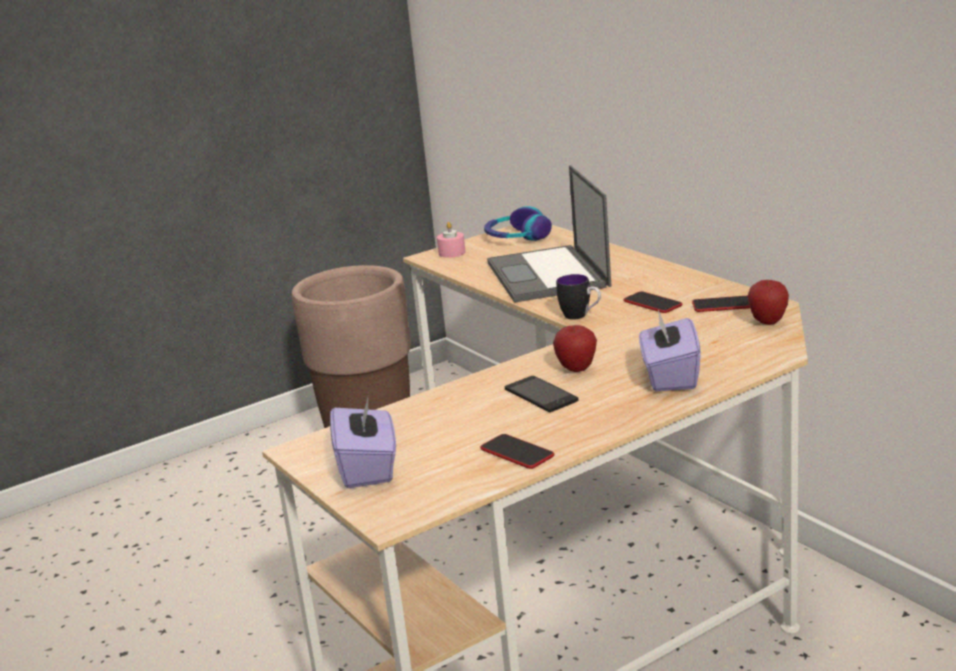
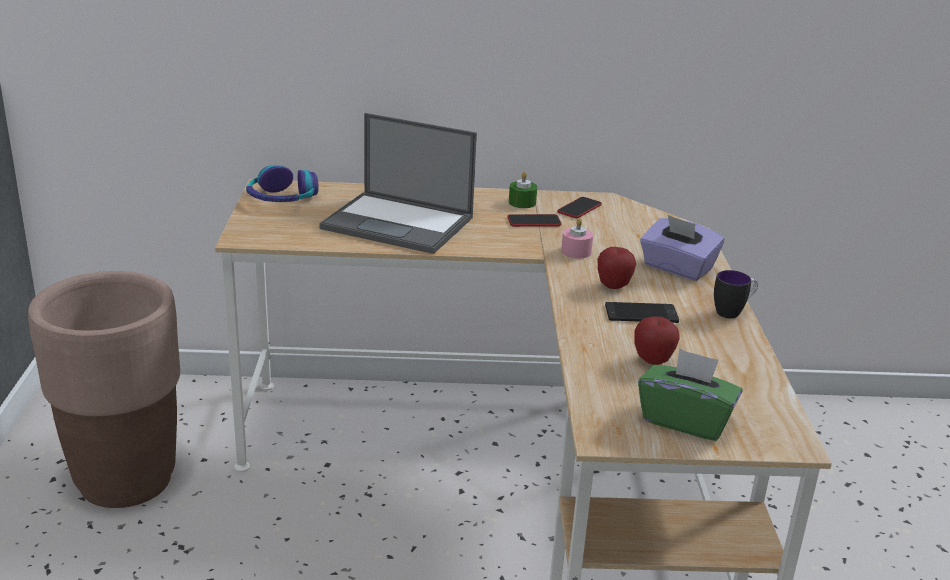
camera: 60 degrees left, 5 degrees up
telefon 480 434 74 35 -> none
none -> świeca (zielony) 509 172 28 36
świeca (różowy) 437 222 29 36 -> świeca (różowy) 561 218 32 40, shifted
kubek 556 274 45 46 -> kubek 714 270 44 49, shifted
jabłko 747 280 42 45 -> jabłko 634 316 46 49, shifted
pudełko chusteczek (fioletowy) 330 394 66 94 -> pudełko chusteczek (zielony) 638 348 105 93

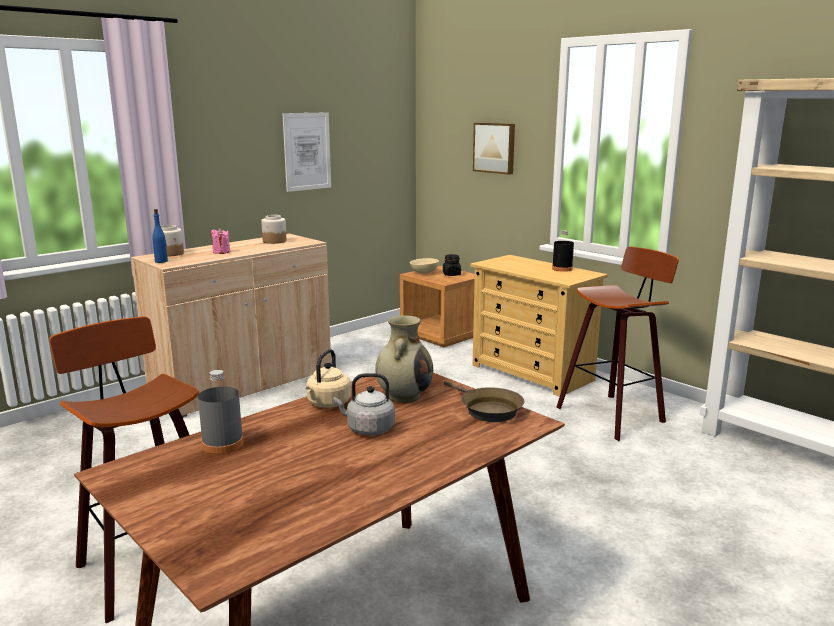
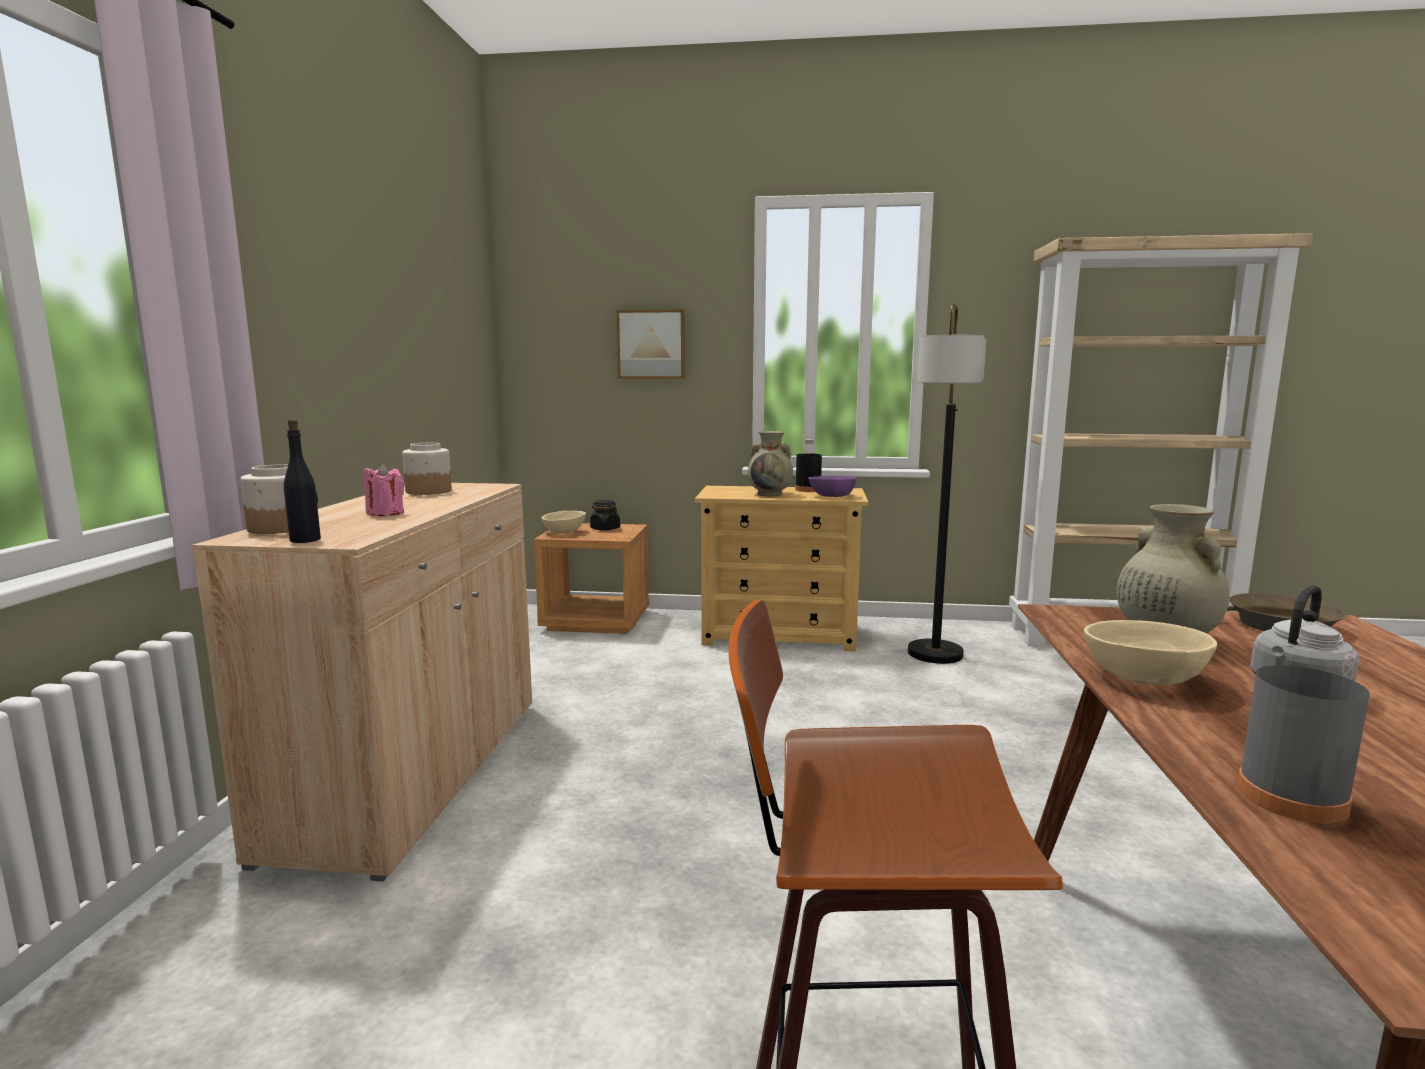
camera: 40 degrees left, 5 degrees down
obraz 282 112 49 80 -> none
none -> wazon (beżowy) 748 431 45 65
none -> miska (fioletowy) 808 476 49 21
czajnik (beżowy) 306 349 45 59 -> miska (beżowy) 1084 620 133 65
stołek 557 247 122 194 -> lampa stojąca 908 303 78 361
butelka (niebieski) 152 209 16 54 -> butelka (czarny) 284 419 37 124

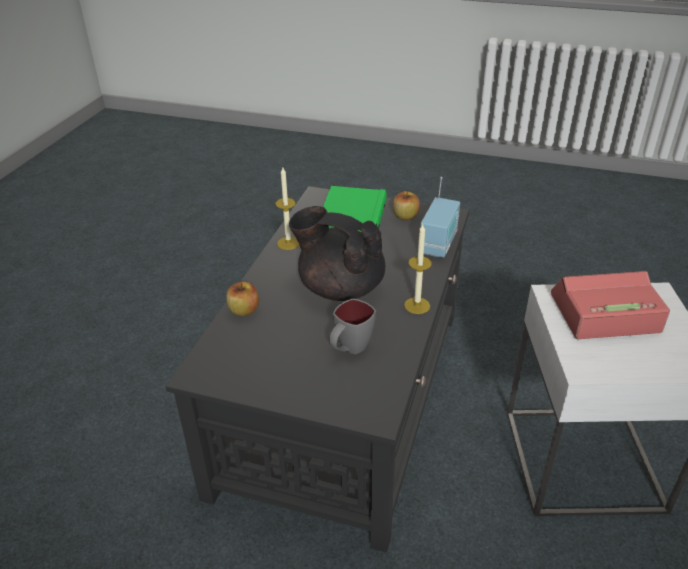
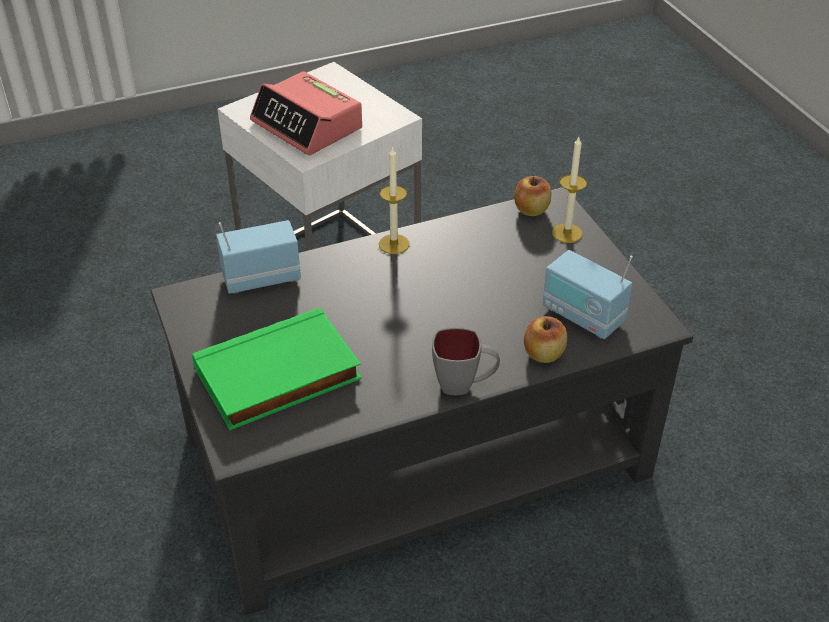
camera: 130 degrees left, 5 degrees up
imbryk (czarny) 289 206 96 95 -> none
none -> radio 543 250 90 89
świeca 276 167 23 83 -> świeca 552 137 35 106, shifted
kubek (szary) 329 299 47 55 -> kubek (szary) 432 327 68 68, shifted
jabłko 393 191 27 29 -> jabłko 514 176 38 40, shifted

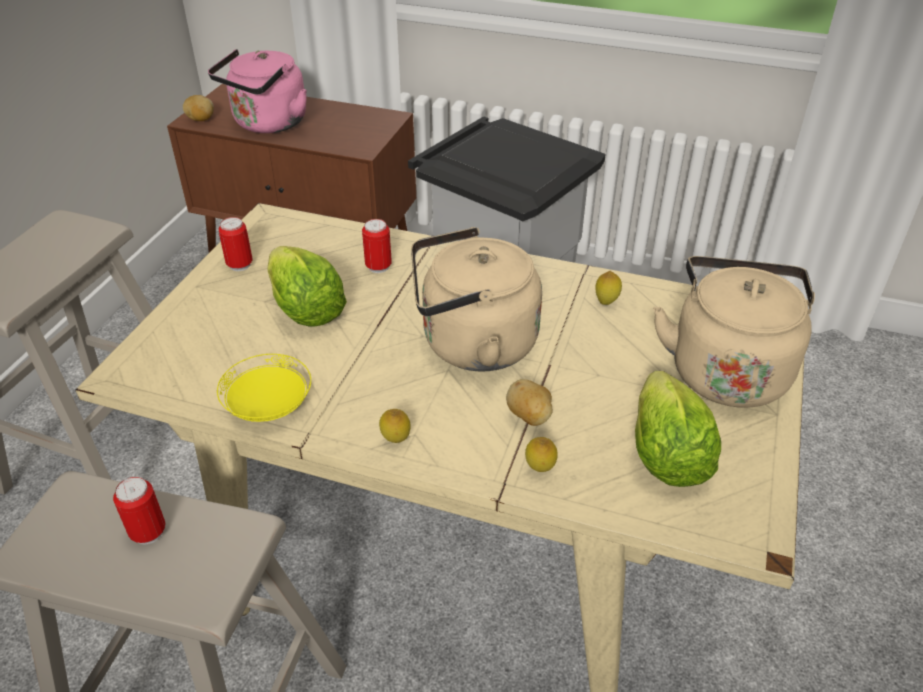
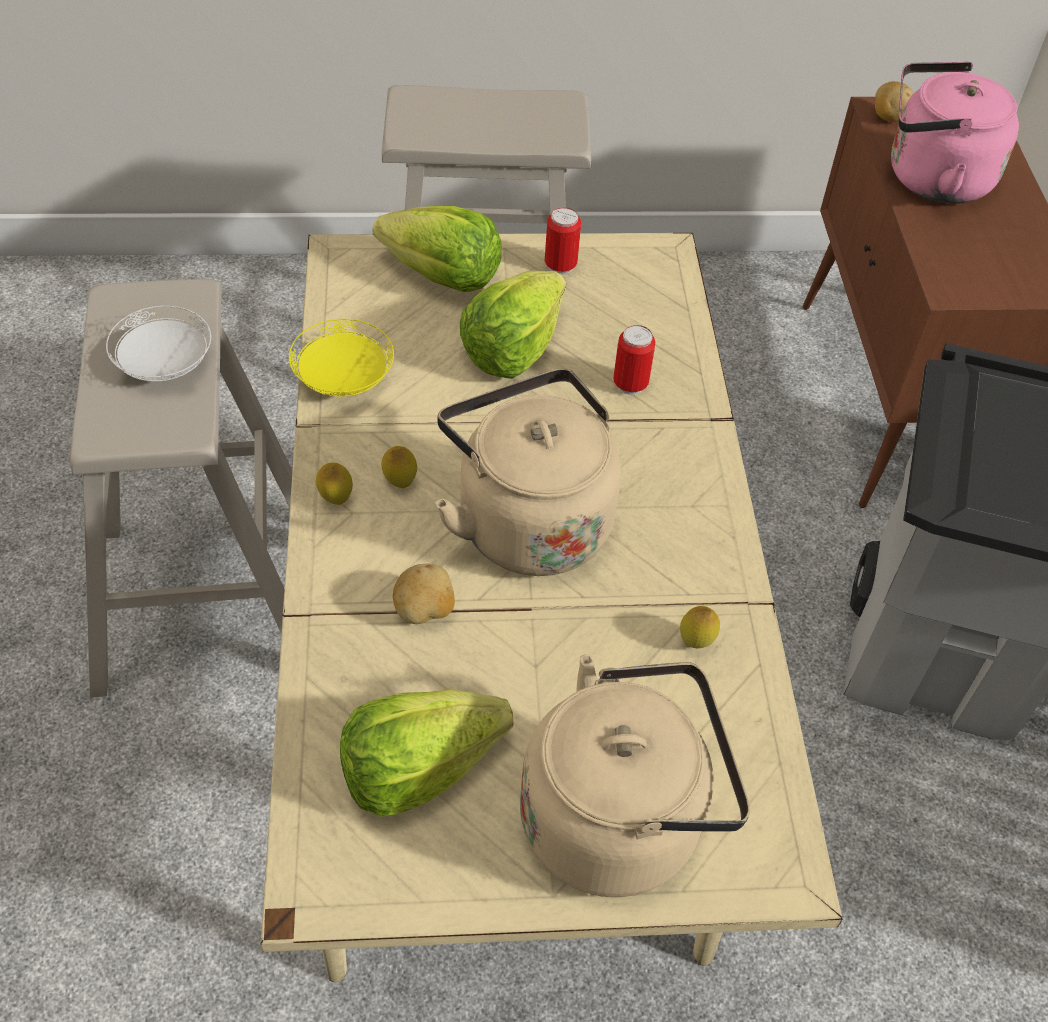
camera: 65 degrees right, 10 degrees up
none -> sałata 372 206 130 86
cytryna 525 437 33 35 -> cytryna 381 446 36 42, shifted
puszka 113 477 53 67 -> talerz (biały) 106 306 105 75

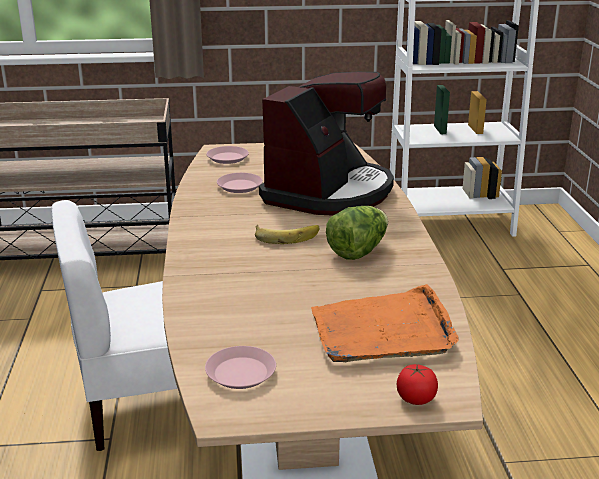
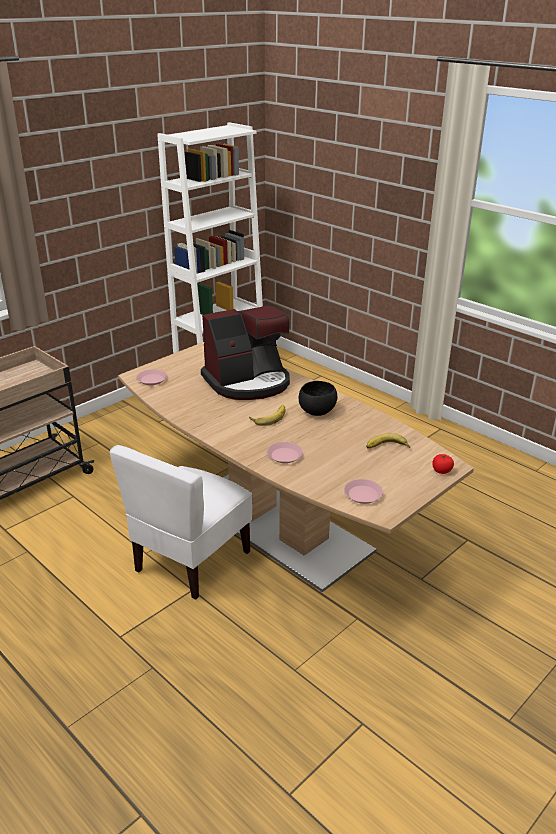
camera: 40 degrees left, 5 degrees up
talerz (różowy) 217 173 46 20 -> talerz (różowy) 267 442 36 21, shifted
taca (pomarańczowy) 311 284 148 78 -> banan 366 433 44 16
sałata 326 206 62 54 -> miska (czarny) 299 381 38 35
ekspres do kawy 259 72 135 144 -> ekspres do kawy 201 306 89 94, 75 degrees clockwise

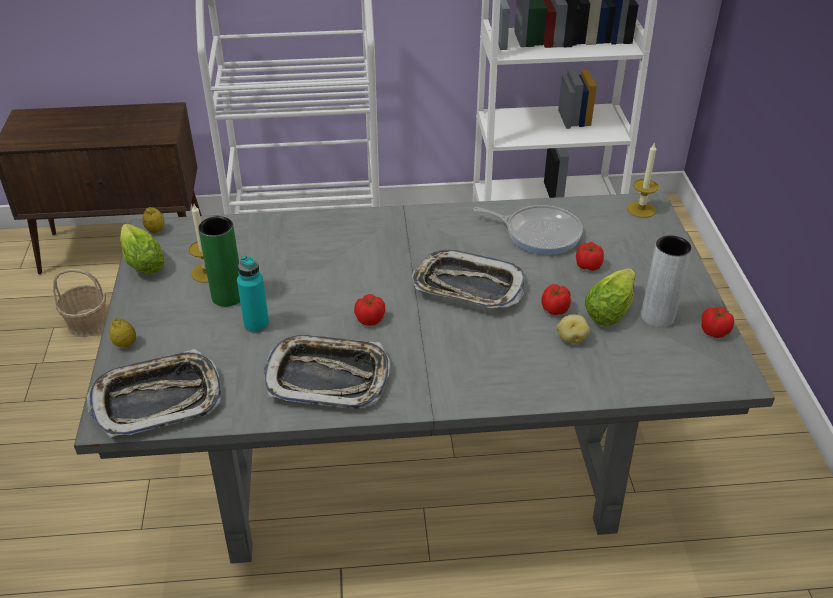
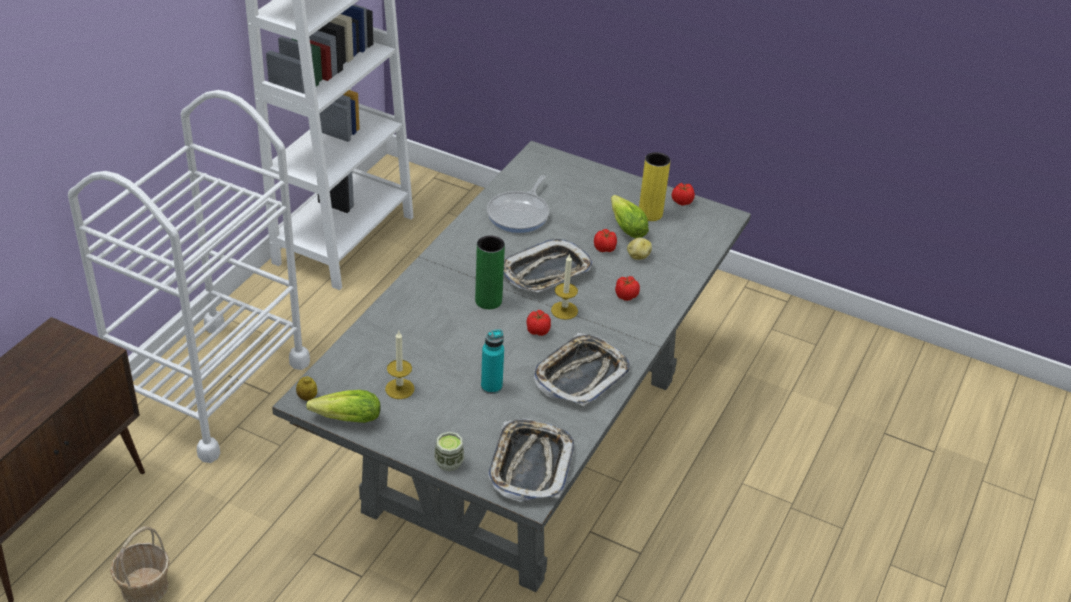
camera: 60 degrees left, 0 degrees up
wazon (zielony) 198 216 42 91 -> wazon (zielony) 475 235 30 74, shifted
pomidor 576 242 28 29 -> pomidor 615 276 25 25, shifted
świeca 627 142 32 76 -> świeca 551 253 27 67, shifted
cytryna 109 318 27 30 -> filiżanka 434 432 30 40
wazon (szary) 641 235 51 93 -> wazon (żółty) 639 152 31 69
patelnia 473 205 110 50 -> patelnia 487 175 62 58, 150 degrees clockwise

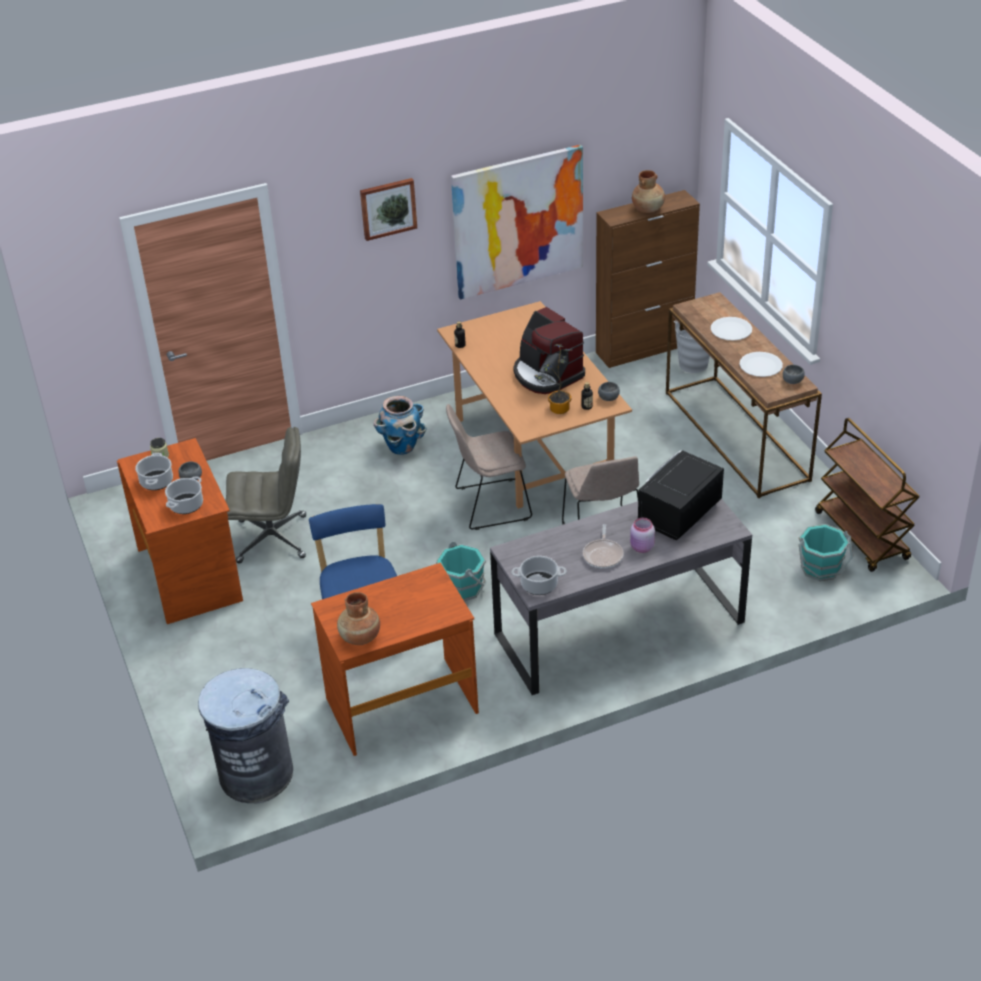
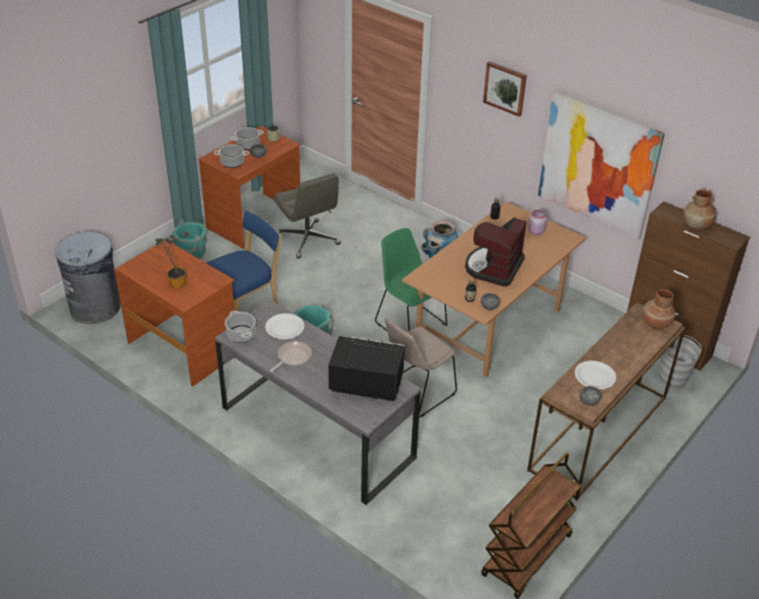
camera: 60 degrees right, 0 degrees up
wazon (brązowy) 337 592 43 53 -> wazon (brązowy) 642 289 33 40, shifted
roślina doniczkowa 534 344 38 70 -> roślina doniczkowa 155 232 34 56, shifted
słoik (różowy) 630 518 25 35 -> słoik (różowy) 528 210 19 25, shifted
talerz (biały) 711 317 41 24 -> talerz (biały) 265 313 39 26, shifted
wiadro (turkusowy) 799 524 54 57 -> wiadro (turkusowy) 172 220 35 39, shifted
krzesło (beżowy) 446 404 86 126 -> krzesło (zielony) 375 228 72 104
patelnia 583 524 41 45 -> patelnia 270 341 42 31, 150 degrees clockwise

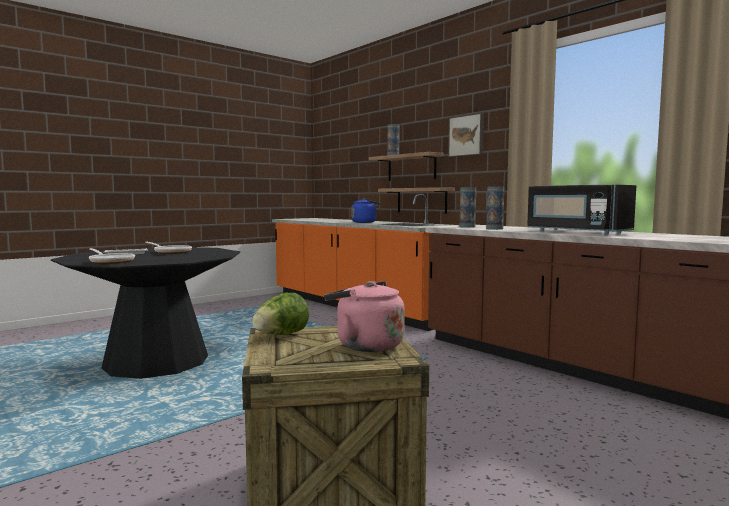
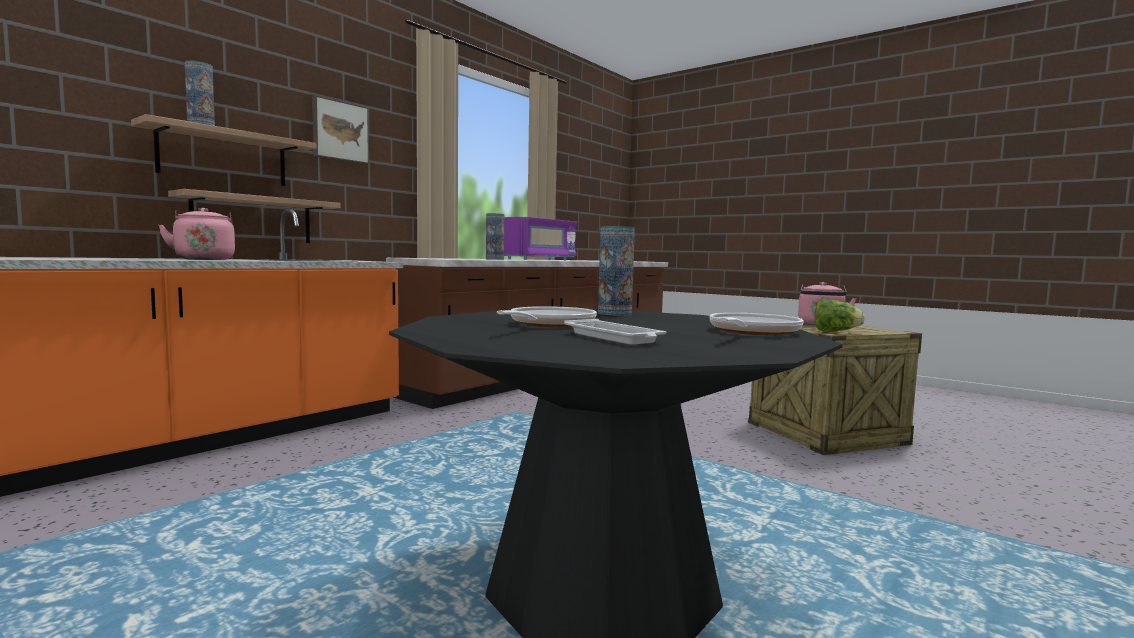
camera: 100 degrees left, 0 degrees up
wazon 460 187 16 41 -> wazon 598 226 37 90, shifted
czajnik (niebieski) 351 198 29 25 -> czajnik (różowy) 158 208 77 52
mikrofalówka (czarny) 527 185 109 50 -> mikrofalówka (fioletowy) 504 217 73 43

